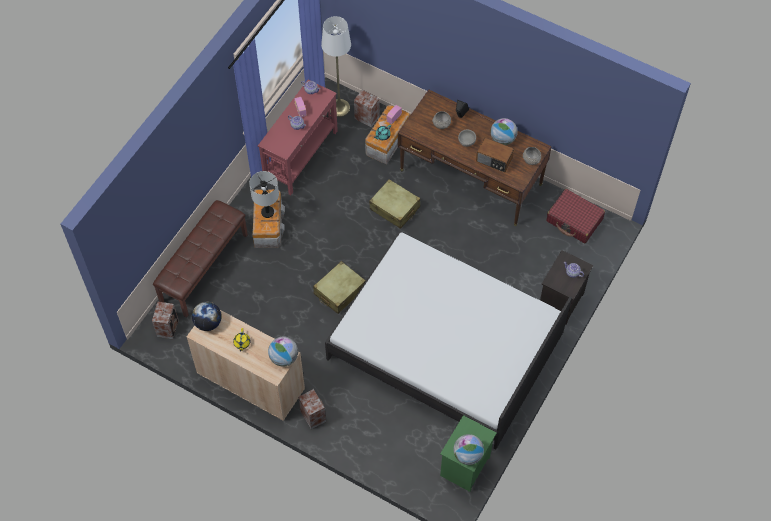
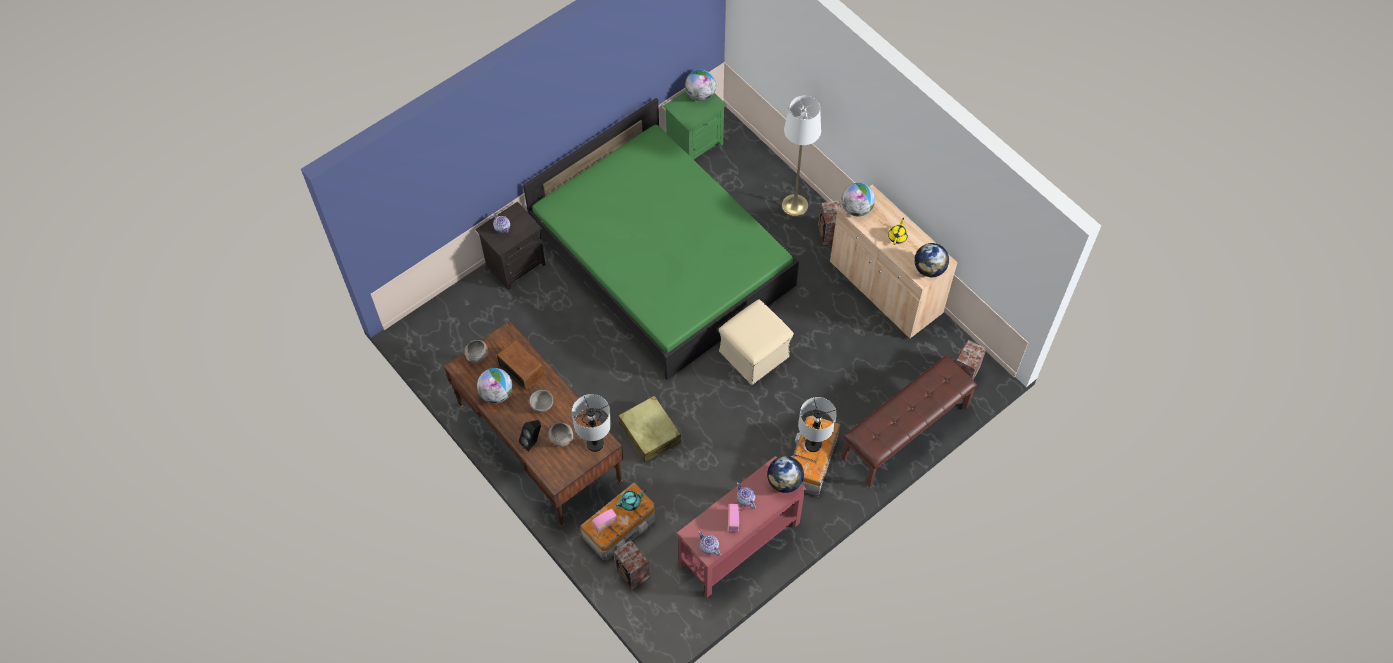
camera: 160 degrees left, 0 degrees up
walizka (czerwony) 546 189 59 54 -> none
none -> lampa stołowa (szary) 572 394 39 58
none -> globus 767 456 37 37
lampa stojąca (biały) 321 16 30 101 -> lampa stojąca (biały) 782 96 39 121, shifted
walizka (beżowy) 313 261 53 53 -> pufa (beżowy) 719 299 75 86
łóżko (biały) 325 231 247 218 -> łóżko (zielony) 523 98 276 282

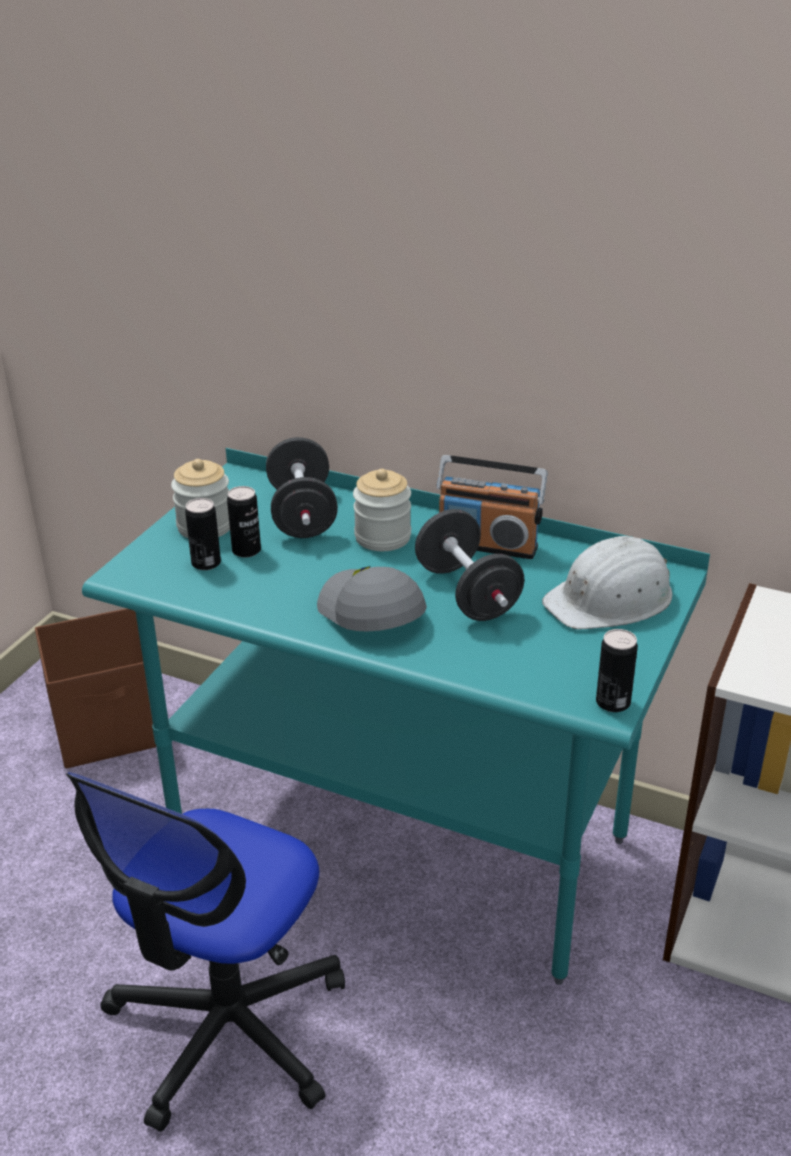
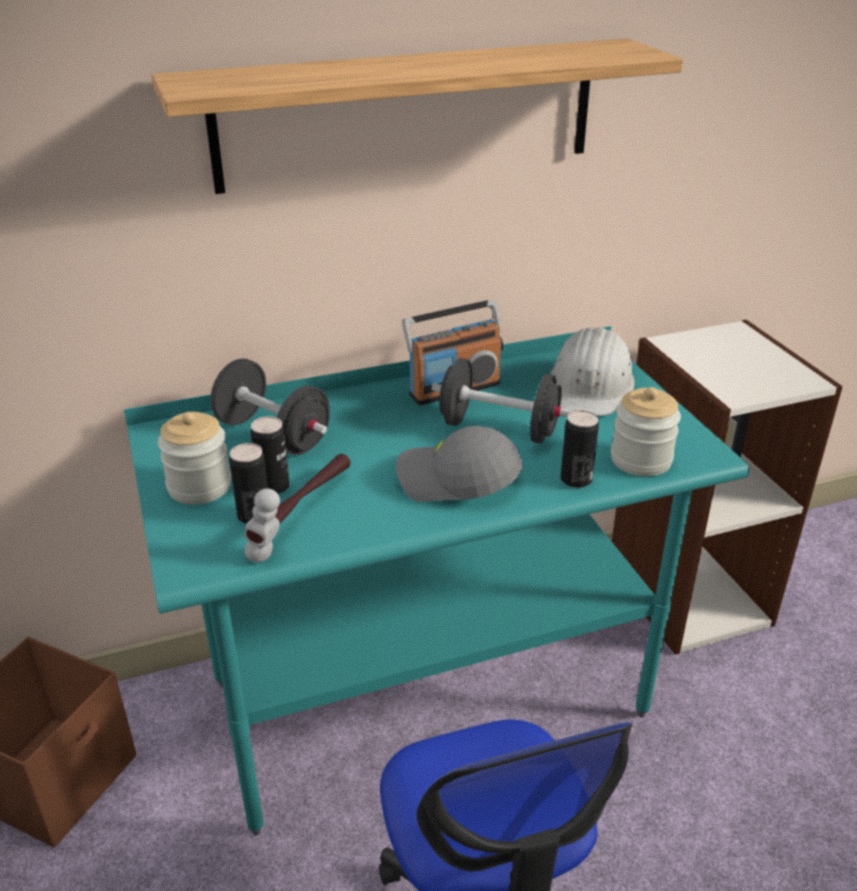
camera: 45 degrees left, 0 degrees up
none -> półka 152 39 531 155
none -> młotek 244 454 107 109
słoik 353 469 58 82 -> słoik 611 387 70 89, shifted
puszka 596 629 42 83 -> puszka 561 410 38 78, shifted

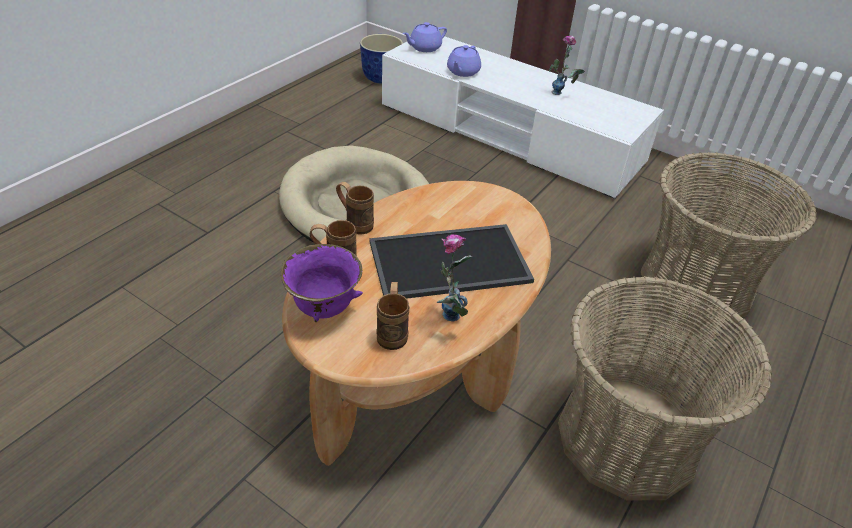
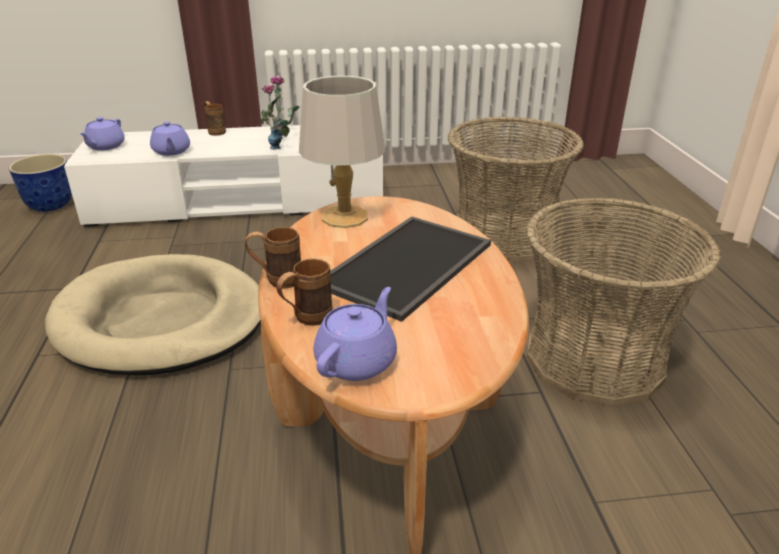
camera: 40 degrees left, 10 degrees down
none -> lampa stołowa (szary) 299 76 86 152
kubek (brązowy) 377 282 33 68 -> kubek (brązowy) 203 101 23 35, shifted
wazon 437 234 36 87 -> wazon 260 84 30 66, shifted
miska (fioletowy) 281 244 82 78 -> imbryk (fioletowy) 314 287 83 94

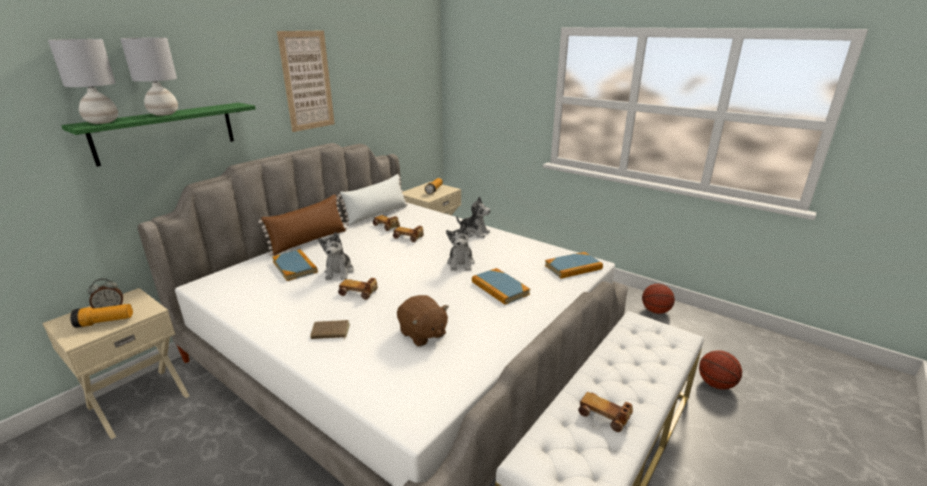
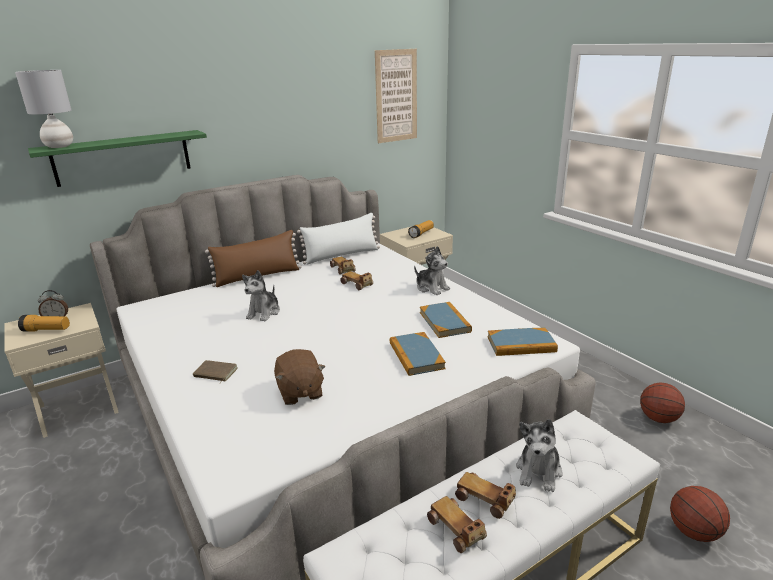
camera: 20 degrees right, 0 degrees up
lampa stołowa (szary) 120 38 58 78 -> none
książka 272 249 46 32 -> książka 420 302 52 36, shifted
obraz 277 30 58 102 -> obraz 375 49 42 94, shifted
samochodzik 338 278 40 22 -> samochodzik 455 472 61 47, shifted
pluszak 446 225 29 46 -> pluszak 516 419 47 73, shifted

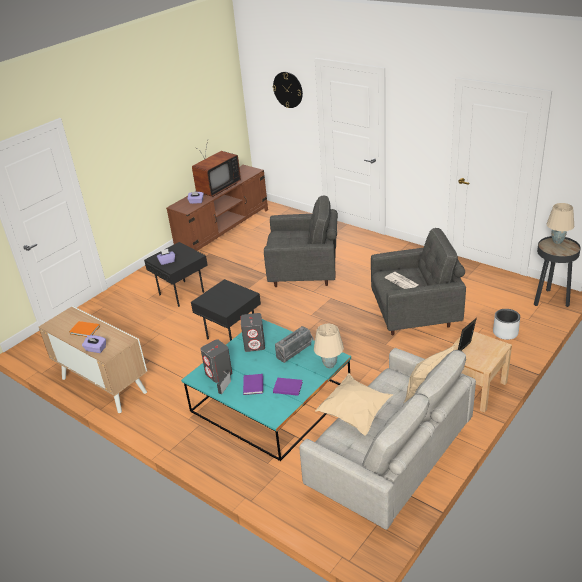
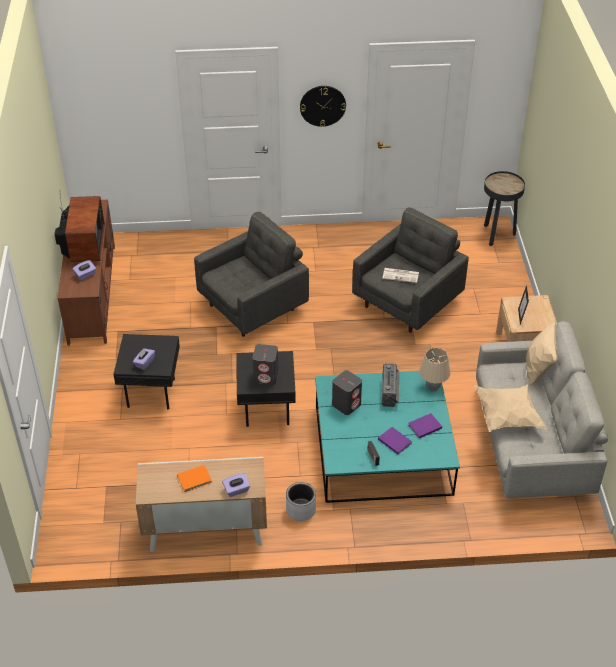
camera: 45 degrees left, 10 degrees up
lampa stołowa (beżowy) 547 203 27 41 -> none
głośnik (szary) 200 339 32 44 -> głośnik (szary) 253 344 25 41, shifted
zegar ścienny 273 72 30 36 -> zegar ścienny 300 86 46 41, shifted
donica (szary) 493 309 27 31 -> donica (szary) 286 482 30 39, shifted

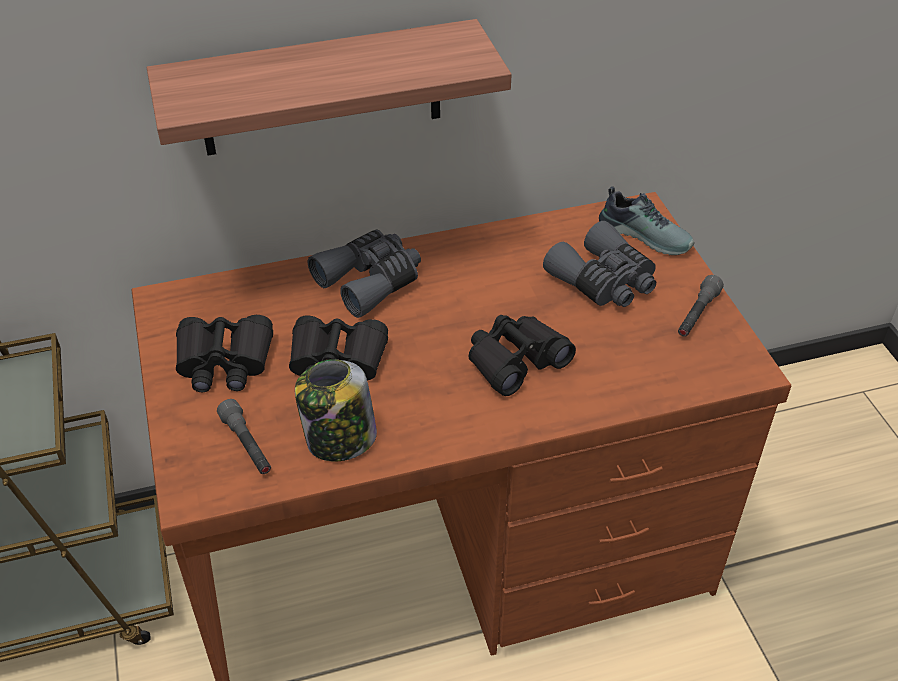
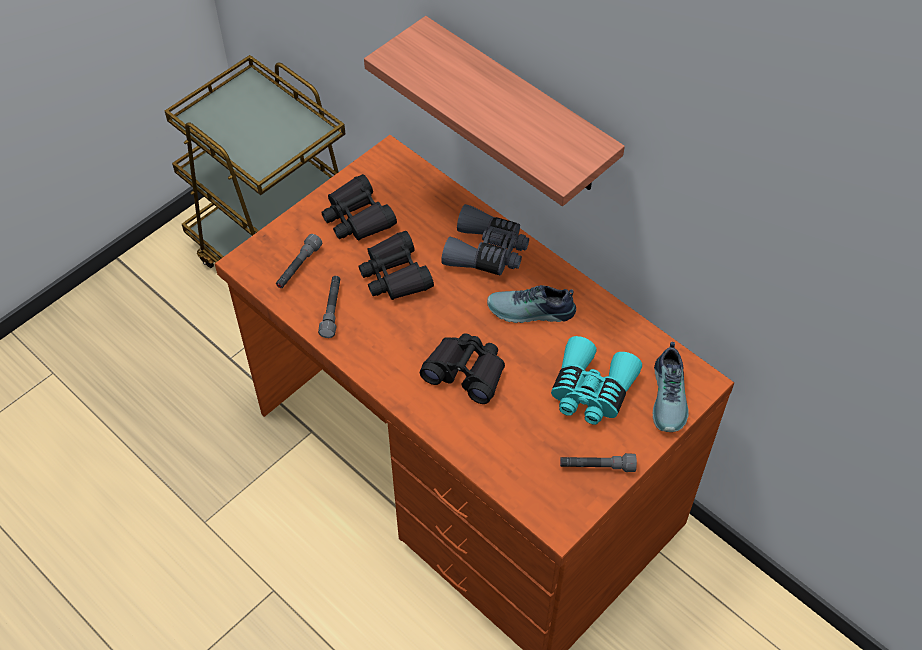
camera: 60 degrees right, 10 degrees up
none -> but 487 285 89 38
słoik 295 359 82 102 -> latarka (szary) 318 276 22 62
lornetka (szary) 543 221 113 86 -> lornetka (turkusowy) 551 336 91 89

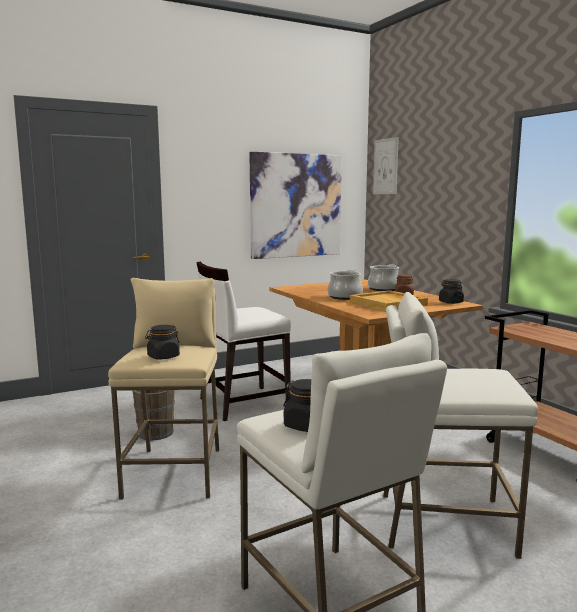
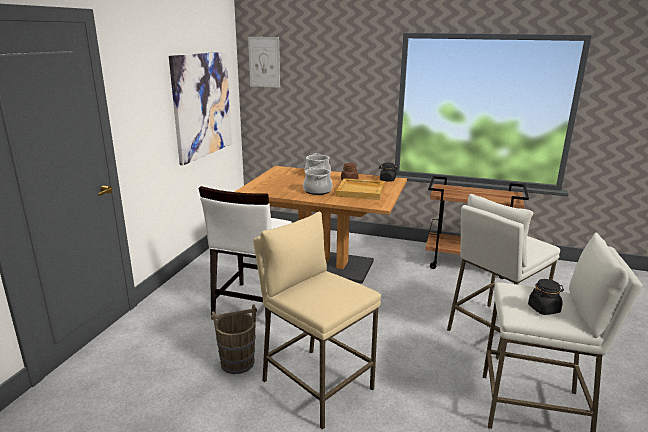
camera: 45 degrees left, 10 degrees up
słoik (czarny) 145 325 35 35 -> none

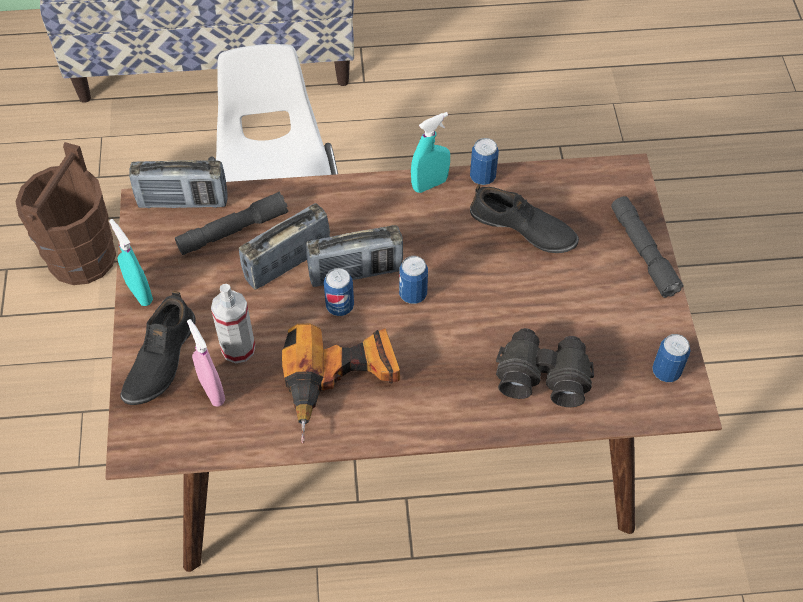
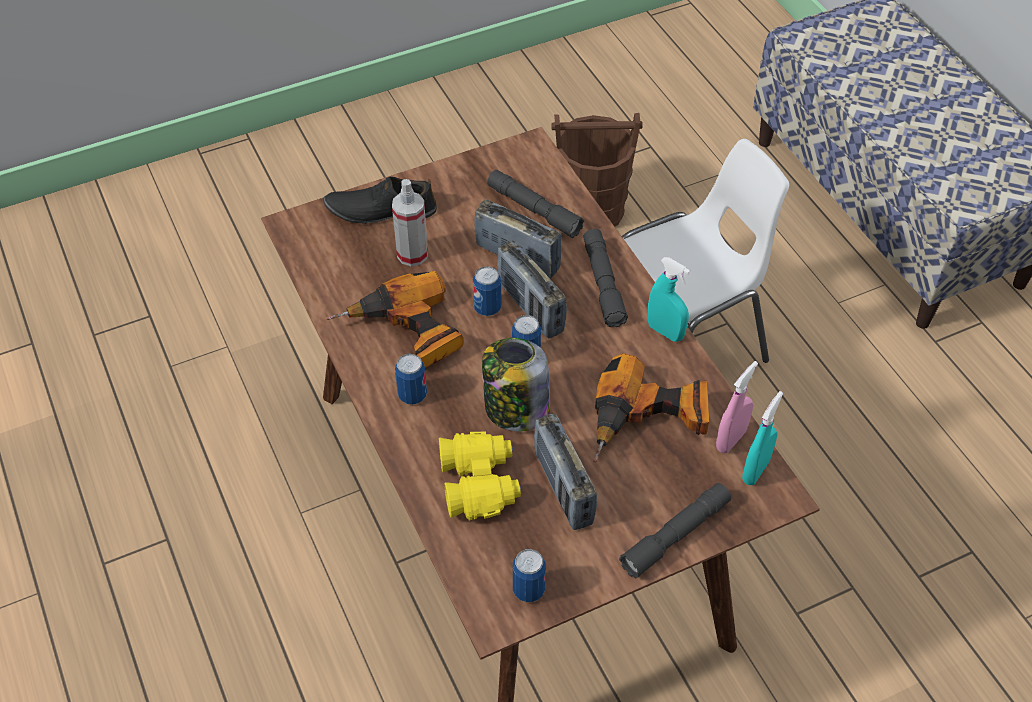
camera: 70 degrees right, 5 degrees down
none -> słoik 482 338 68 94
none -> latarka (szary) 583 229 45 98
spryskiwacz (turkusowy) 109 219 44 87 -> spryskiwacz (turkusowy) 742 391 41 94, shifted
radio 129 160 99 48 -> radio 534 414 63 116, shifted
spryskiwacz (różowy) 187 319 38 88 -> spryskiwacz (różowy) 716 361 42 92, shifted
puszka 470 138 29 47 -> puszka 395 354 32 51, shifted
but (czarny) 470 184 109 69 -> wiertarka 594 353 115 109
lornetka (czarny) 496 328 98 79 -> lornetka (żółty) 439 432 82 89

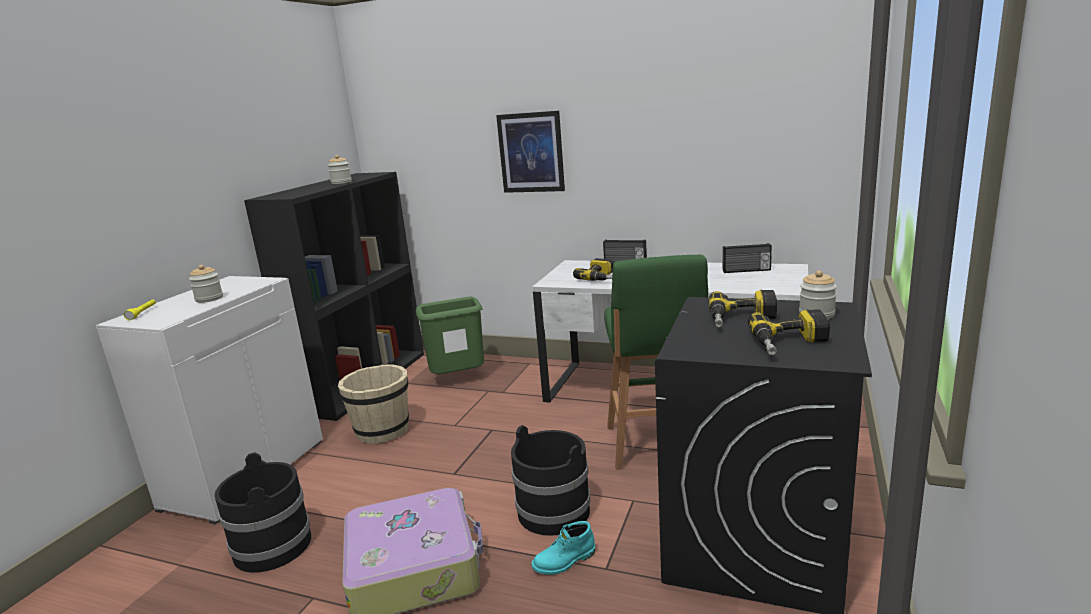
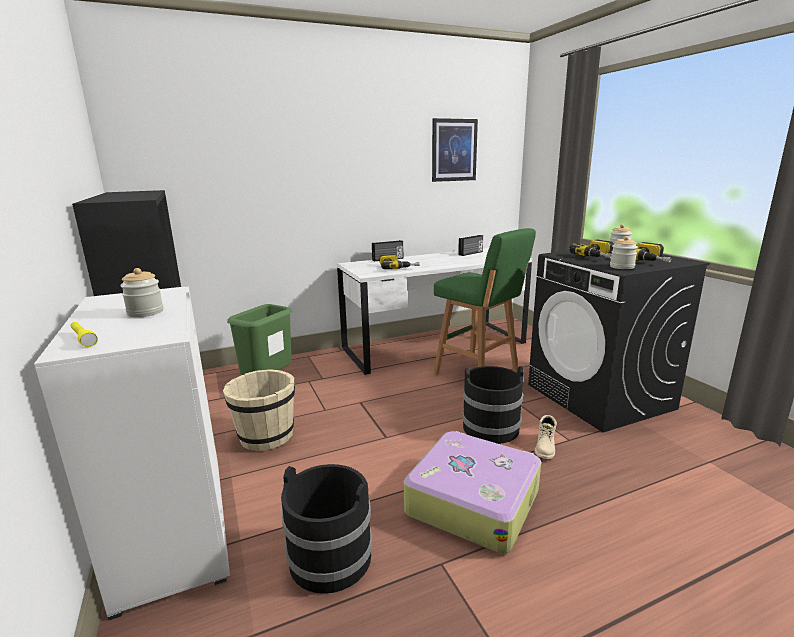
camera: 45 degrees left, 0 degrees up
słoik 328 155 24 29 -> słoik 610 236 28 33, shifted
obraz 496 111 69 82 -> obraz 432 118 46 64, shifted
but z cholewką (turkusowy) 532 521 63 54 -> but z cholewką (beżowy) 535 415 22 44

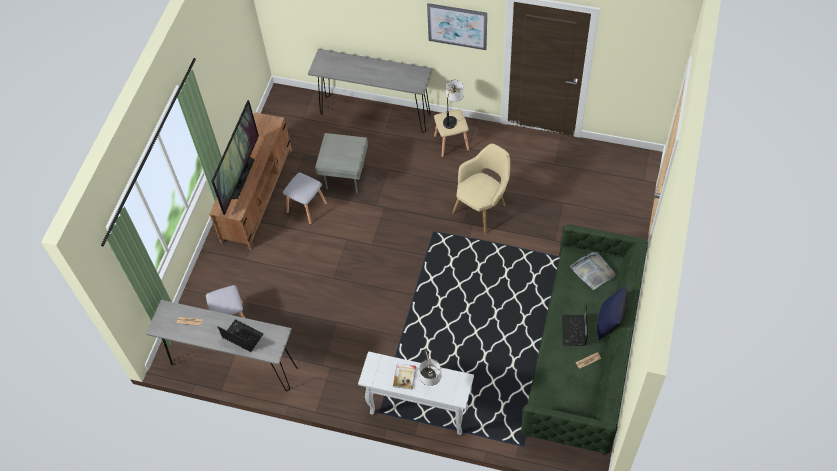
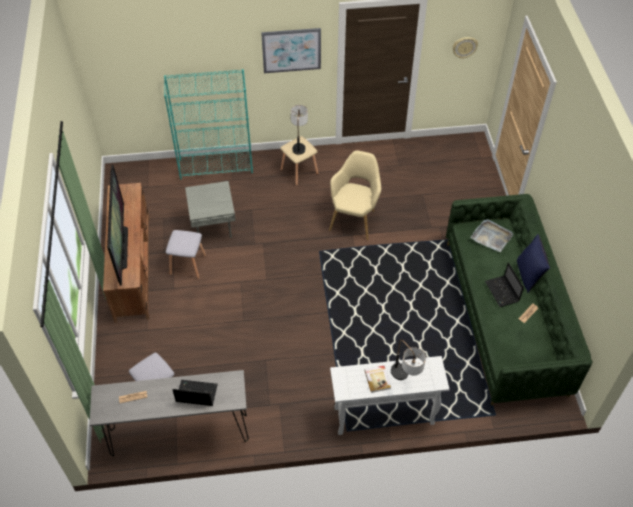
camera: 25 degrees left, 5 degrees down
none -> zegar ścienny 453 37 25 22
stolik konsolowy (szary) 308 49 125 84 -> regał (turkusowy) 164 69 89 110

